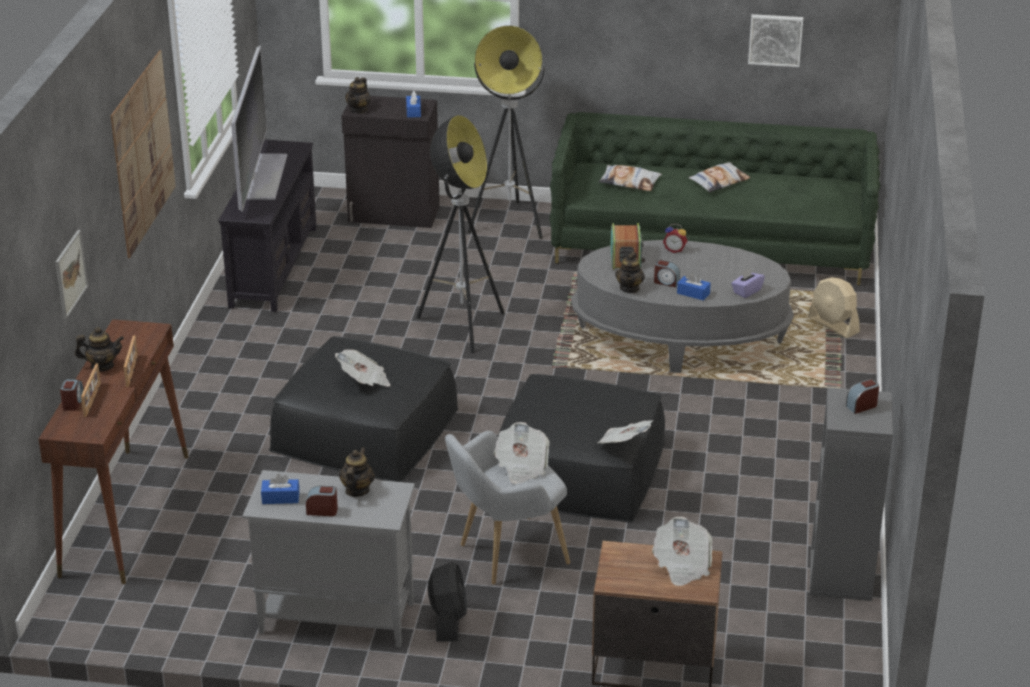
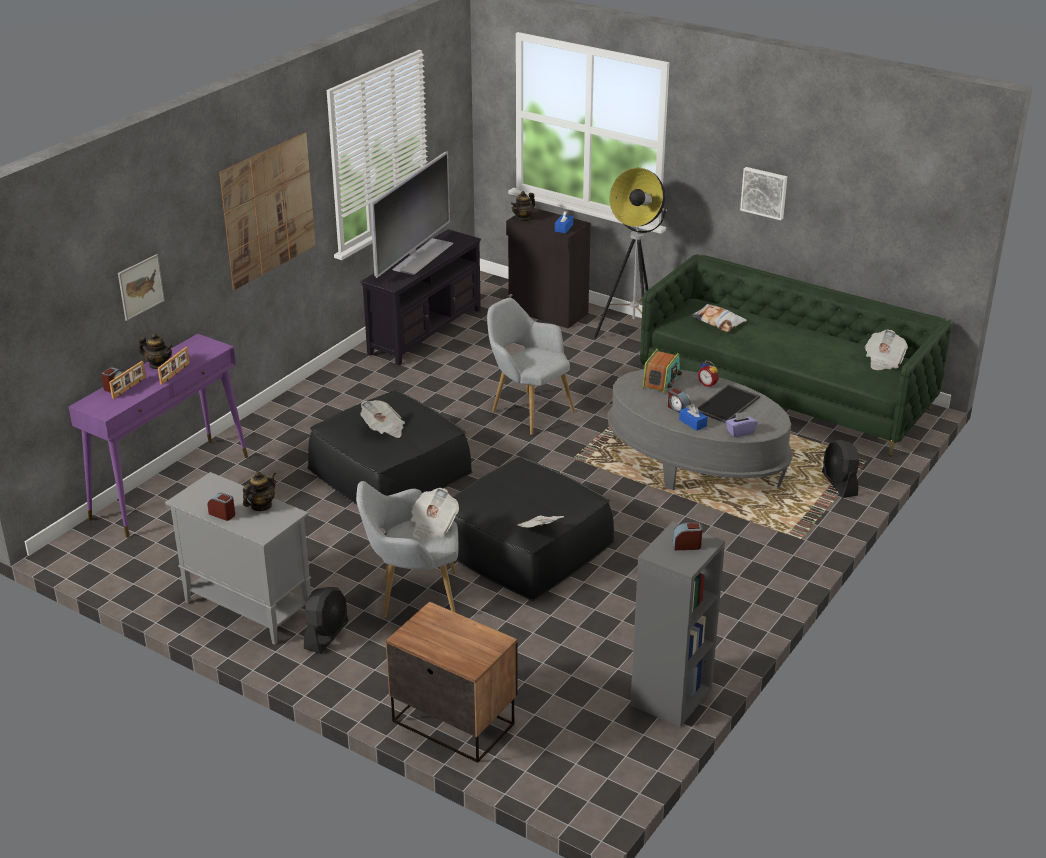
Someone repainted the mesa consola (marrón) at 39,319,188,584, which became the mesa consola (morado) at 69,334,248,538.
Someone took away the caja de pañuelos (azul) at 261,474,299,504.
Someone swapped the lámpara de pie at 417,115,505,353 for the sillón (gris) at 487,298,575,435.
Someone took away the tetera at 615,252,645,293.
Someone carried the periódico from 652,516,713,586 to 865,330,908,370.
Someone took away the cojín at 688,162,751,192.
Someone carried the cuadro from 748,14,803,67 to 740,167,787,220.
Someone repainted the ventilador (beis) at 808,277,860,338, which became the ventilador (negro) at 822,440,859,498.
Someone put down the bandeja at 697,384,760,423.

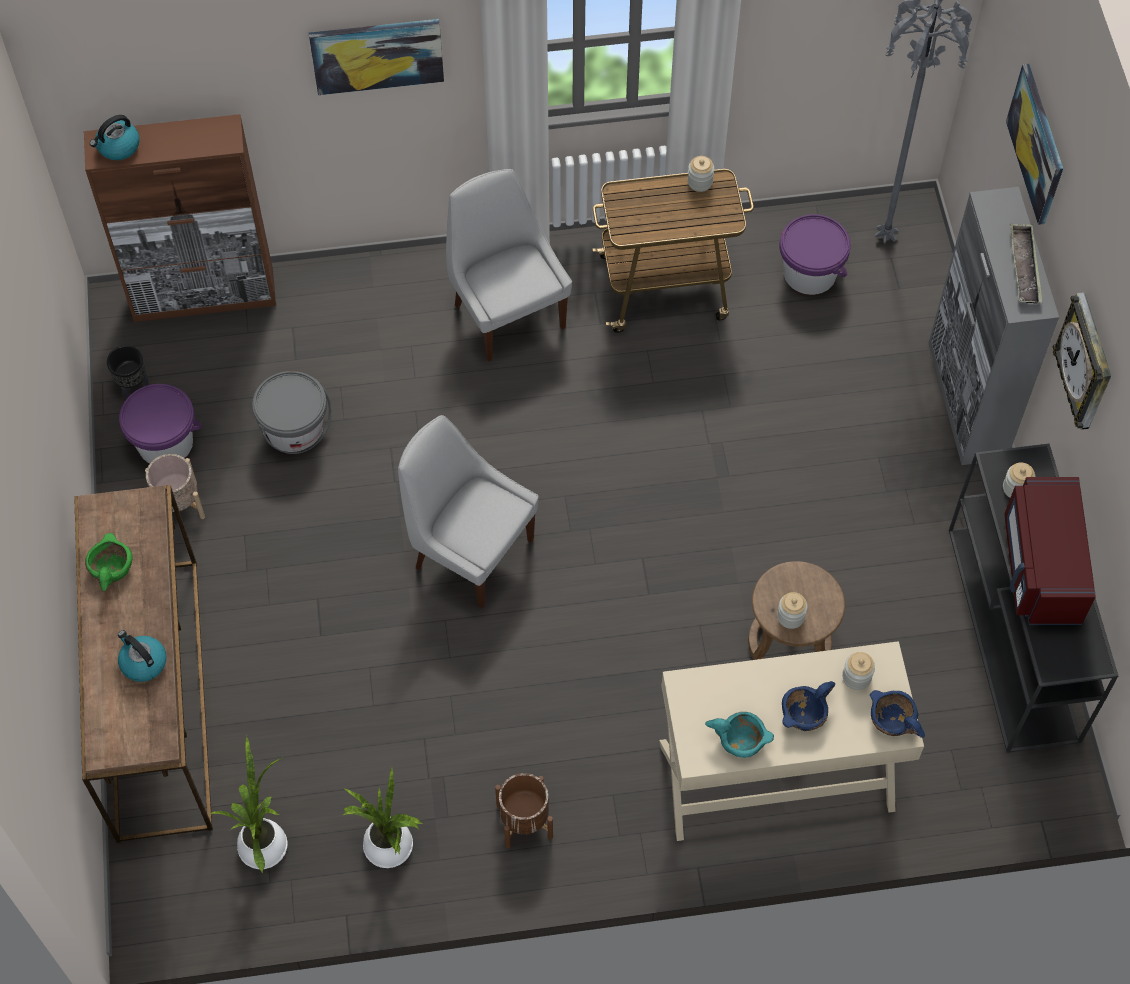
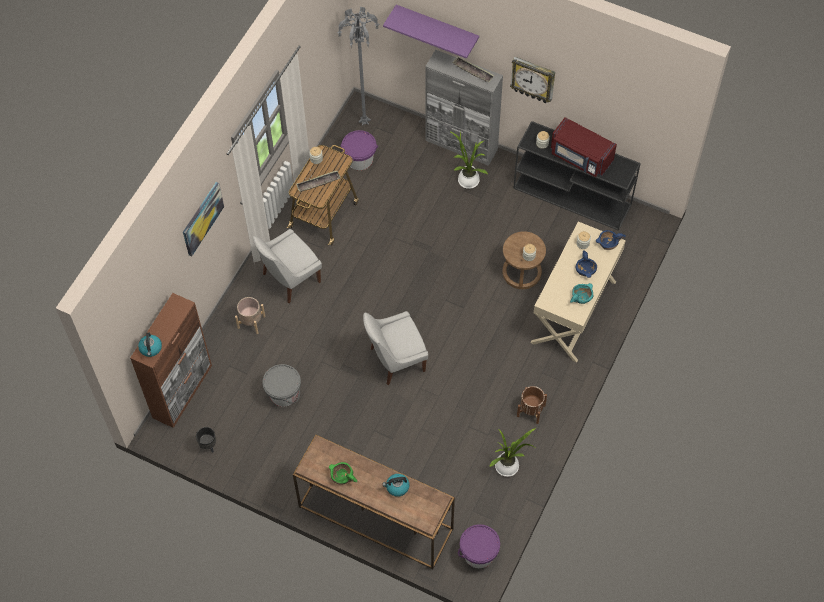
Someone carried the cubo (morado) from 119,384,202,463 to 458,524,500,568.
Someone carried the maceta (beis) from 145,454,205,519 to 235,297,265,334.
Someone carried the planta en maceta from 208,736,288,874 to 451,132,488,189.
Someone rotated the silla (blanco) at 446,169,572,362 by 45 degrees counterclockwise.
Someone swapped the cuadro at 1006,64,1063,225 for the estante (morado) at 383,5,479,59.
Someone put down the bandeja at 296,171,341,192.

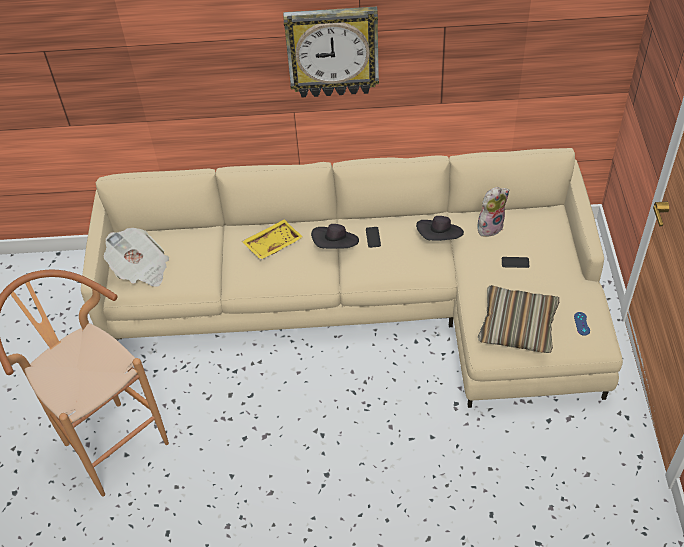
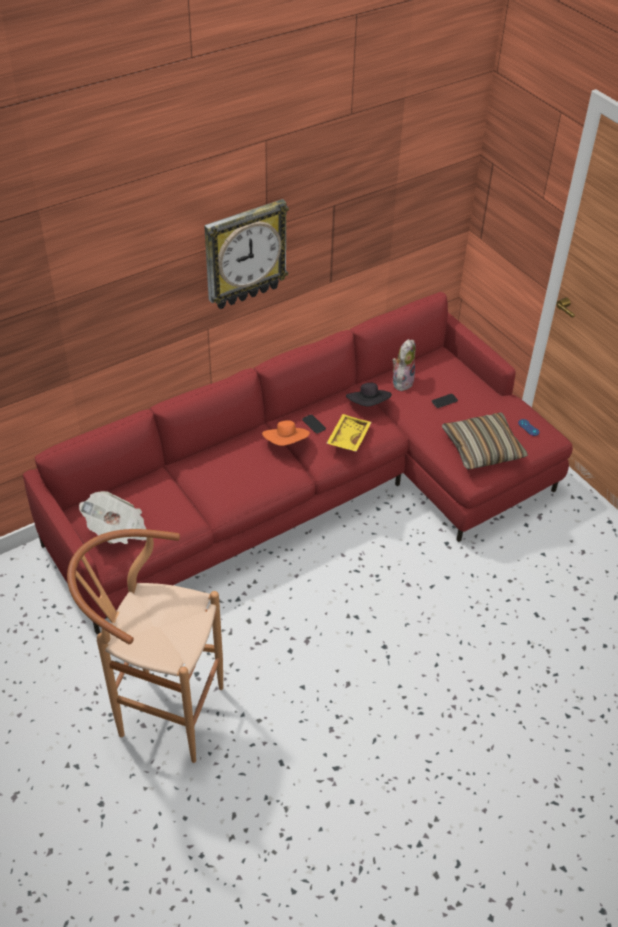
Someone repainted the sofá (beis) at 81,148,623,408, which became the sofá (rojo) at 23,292,573,634.
Someone carried the bandeja (amarillo) from 242,219,303,260 to 326,414,372,452.
Someone repainted the sombrero (negro) at 311,224,359,249, which became the sombrero (naranja) at 262,420,310,446.

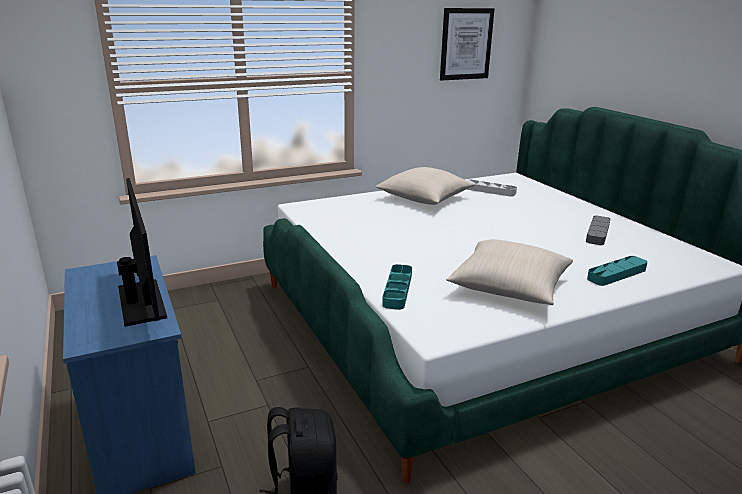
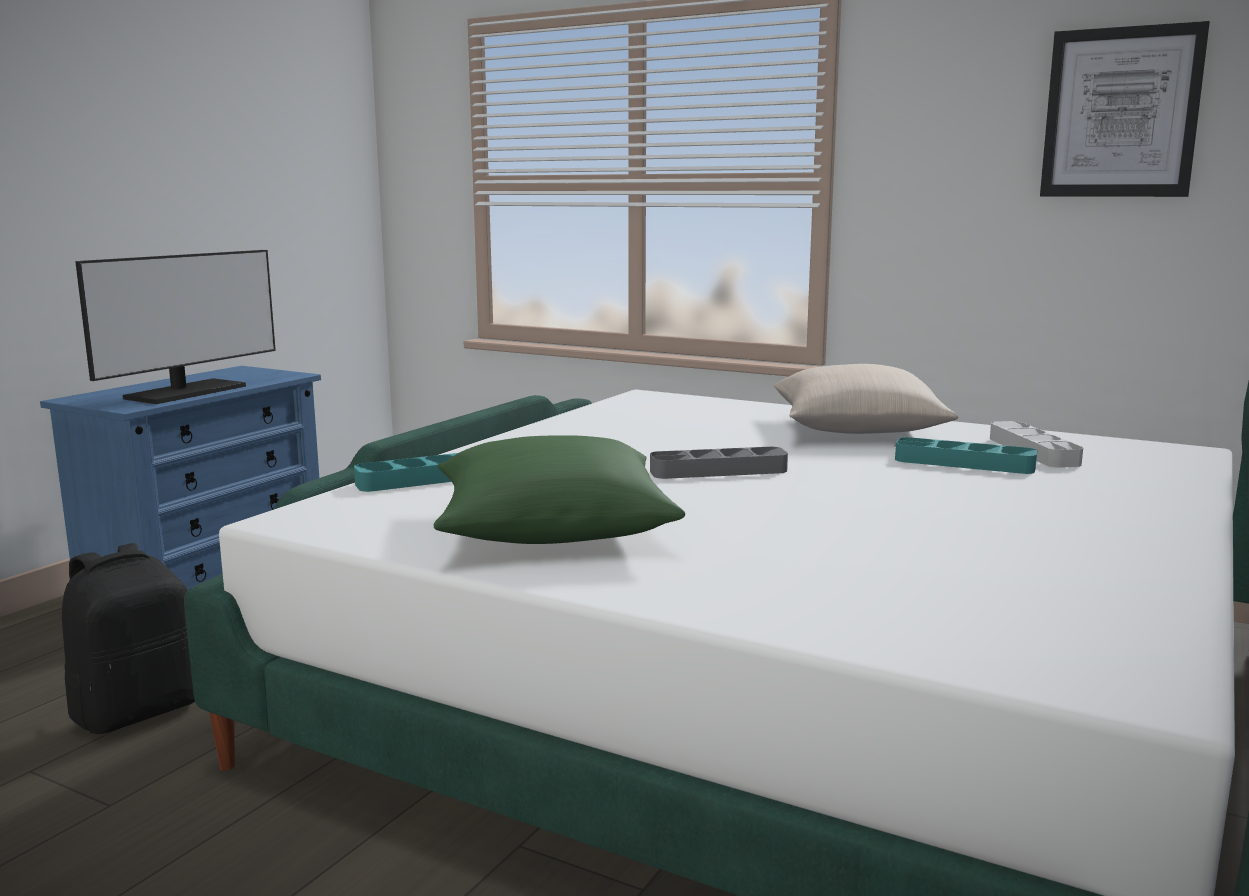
Someone repainted the cojín (beis) at 446,239,573,305, which became the cojín (verde) at 434,435,685,544.
Someone carried the bandeja (gris) from 586,216,610,245 to 650,447,788,479.
Someone carried the bandeja (turquesa) from 587,256,647,286 to 895,437,1037,474.

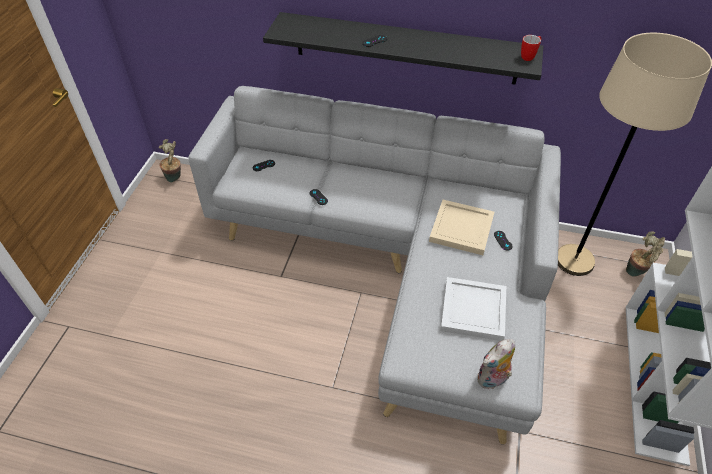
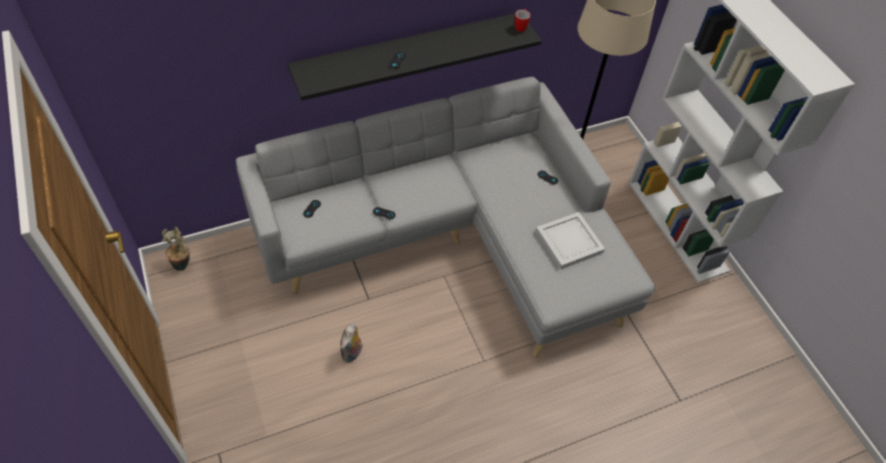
Someone took away the bandeja (beis) at 429,200,494,255.
Someone carried the peluche from 477,339,515,389 to 340,323,363,363.
Someone took away the planta en maceta at 626,231,665,277.

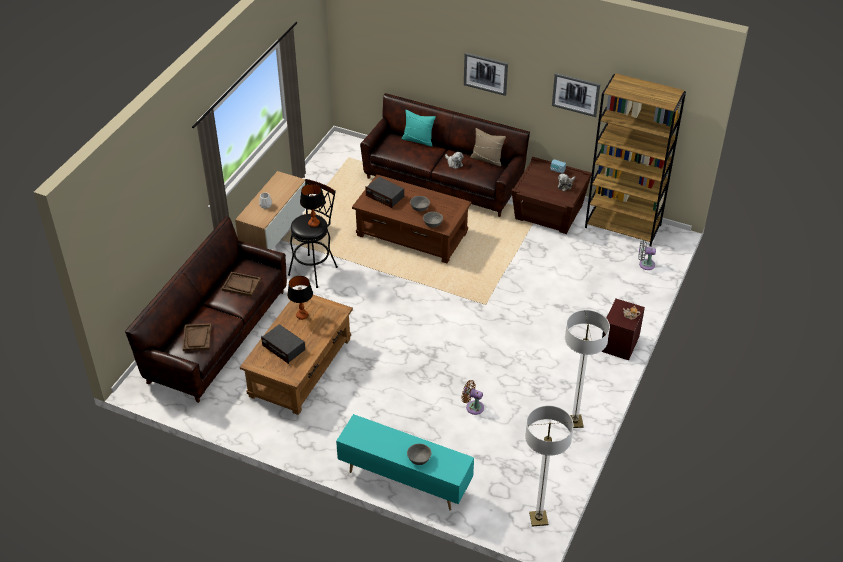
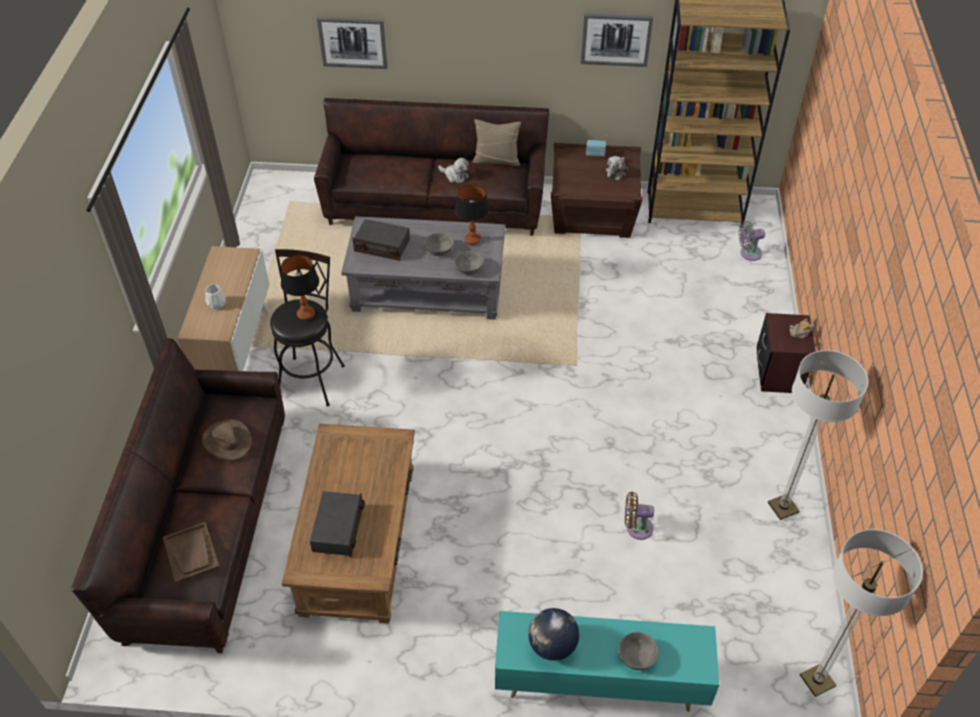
Someone swapped the bandeja (marrón) at 222,272,261,297 for the sombrero (marrón) at 202,419,252,460.
Someone rotated the radio at 261,324,305,364 by 105 degrees counterclockwise.
Someone carried the lámpara de mesa from 287,276,313,320 to 455,184,489,245.
Someone repainted the mesa de centro (marrón) at 352,175,471,263, which became the mesa de centro (gris) at 341,216,506,320.
Someone took away the cojín (turquesa) at 401,110,436,146.
Someone carried the cuadro from 464,52,508,96 to 317,17,387,69.
Someone put down the globo terráqueo at 528,608,579,661.

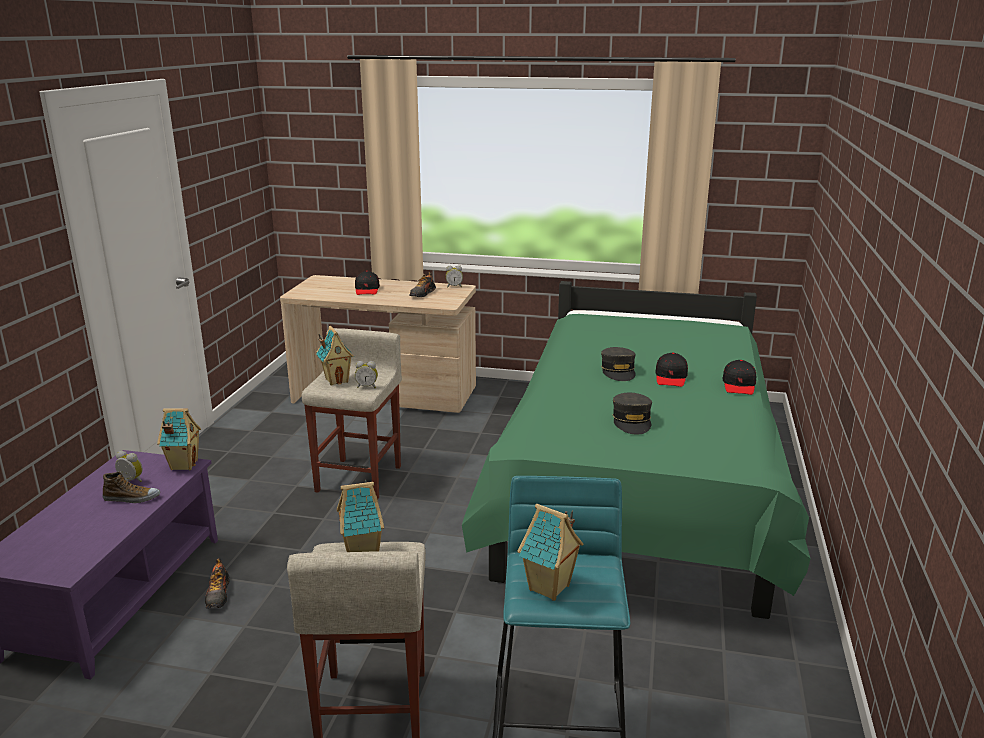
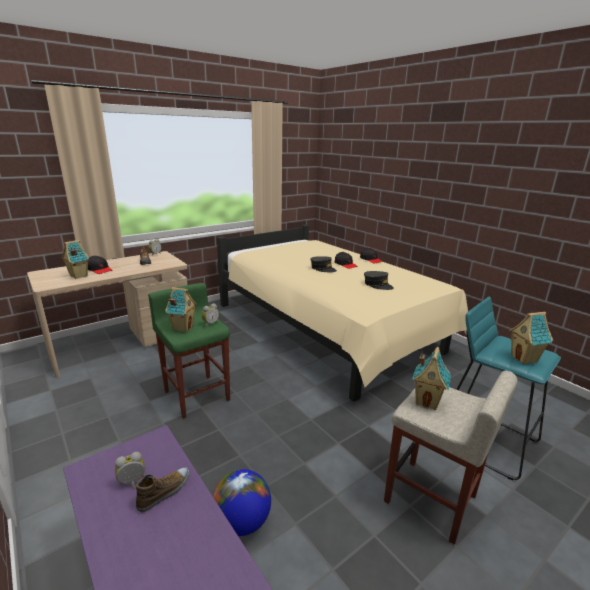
Someone carried the casita from 157,408,201,470 to 62,240,89,279.
Someone swapped the zapato at 205,558,230,609 for the globo terráqueo at 213,469,271,536.
Someone repainted the taburete (beis) at 302,328,402,499, which became the taburete (verde) at 148,283,230,419.
Someone repainted the cama (verde) at 462,281,810,619, which became the cama (beis) at 217,224,468,402.

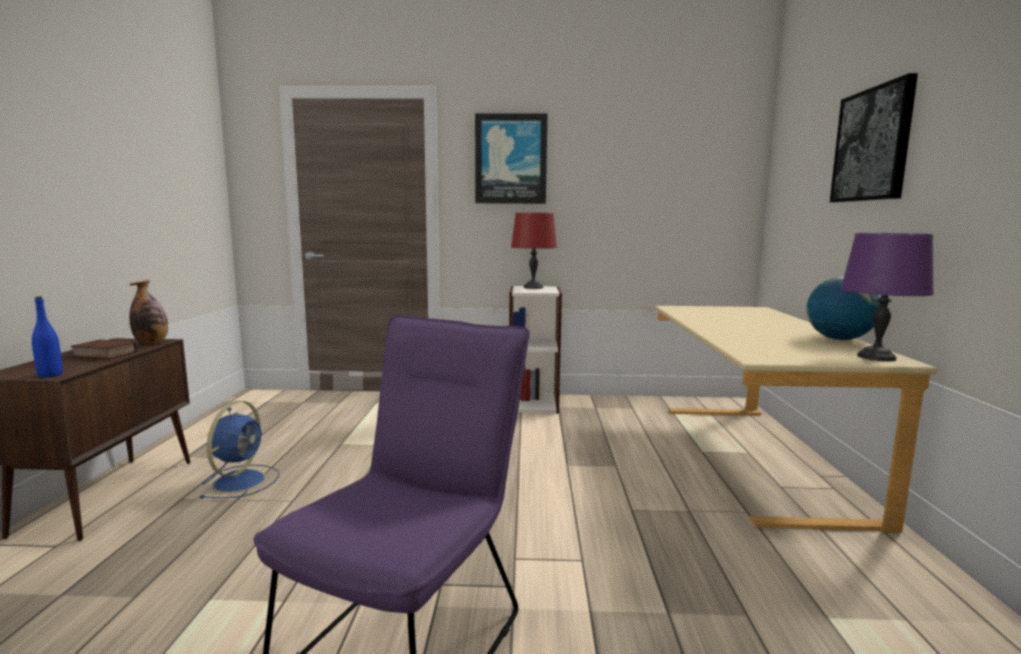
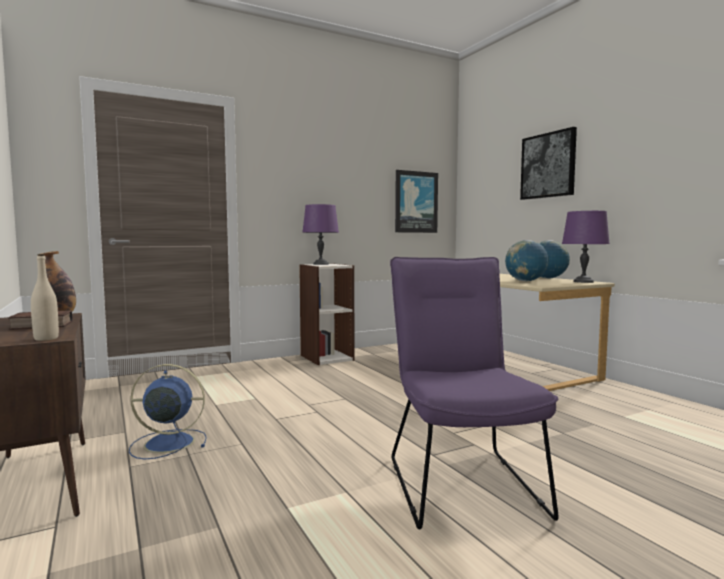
Someone repainted the botella (azul) at 32,296,63,378, which became the botella (beis) at 31,254,59,341.
Someone rotated the ventilador (azul) at 199,401,279,499 by 75 degrees counterclockwise.
Someone carried the cuadro from 475,113,548,204 to 395,170,438,233.
Someone repainted the lámpara de mesa (rojo) at 511,213,557,289, which became the lámpara de mesa (morado) at 302,204,339,265.
Someone put down the globo terráqueo at 505,240,549,281.

